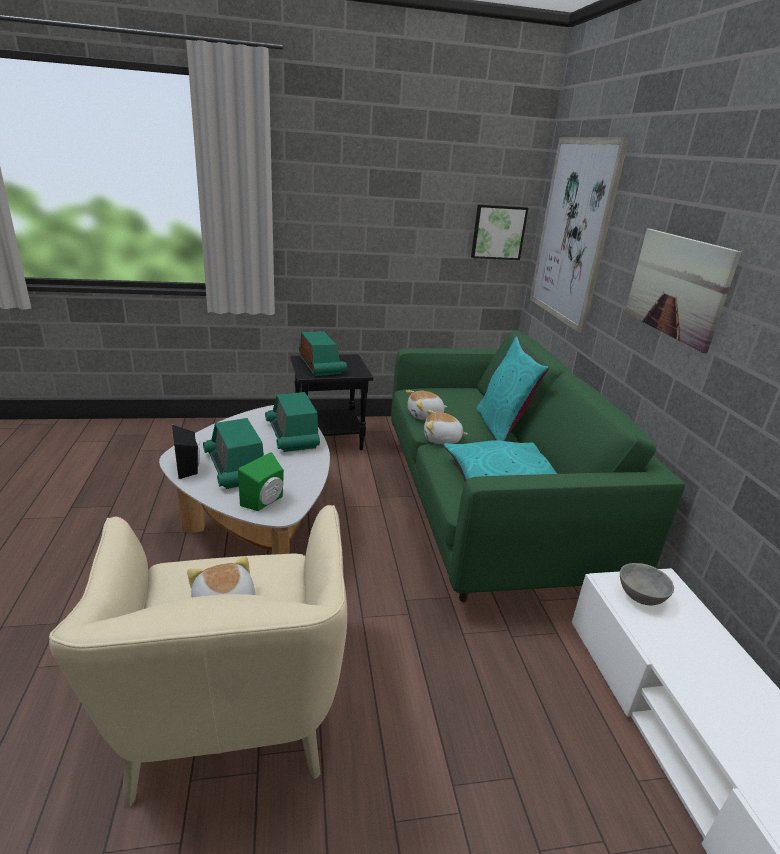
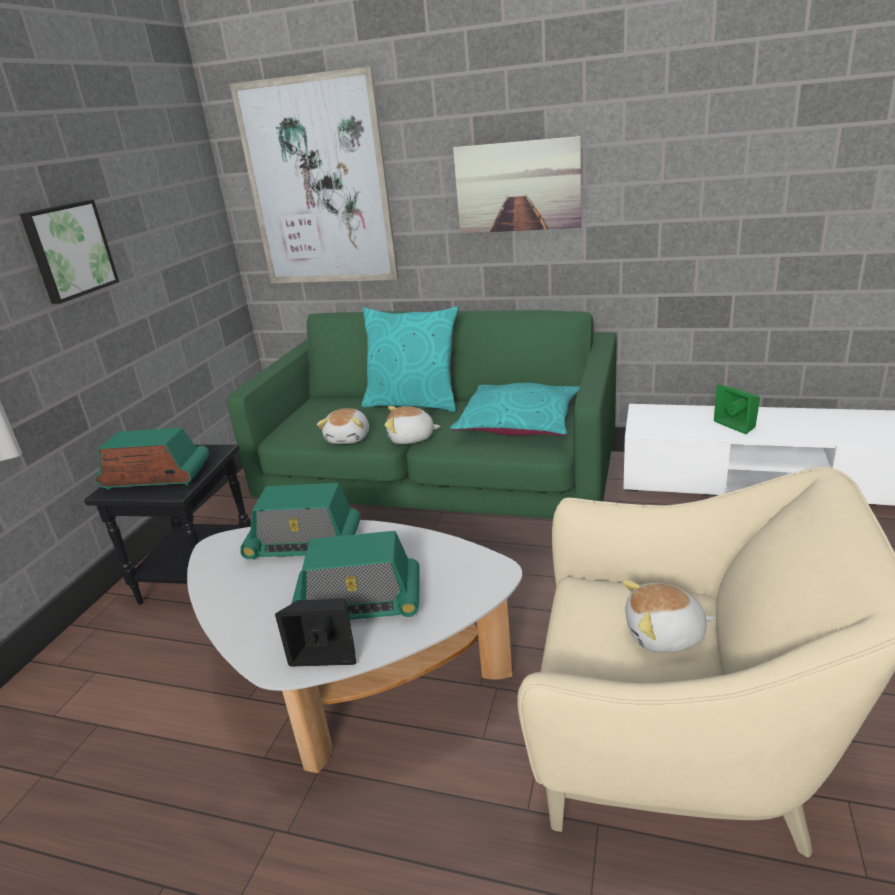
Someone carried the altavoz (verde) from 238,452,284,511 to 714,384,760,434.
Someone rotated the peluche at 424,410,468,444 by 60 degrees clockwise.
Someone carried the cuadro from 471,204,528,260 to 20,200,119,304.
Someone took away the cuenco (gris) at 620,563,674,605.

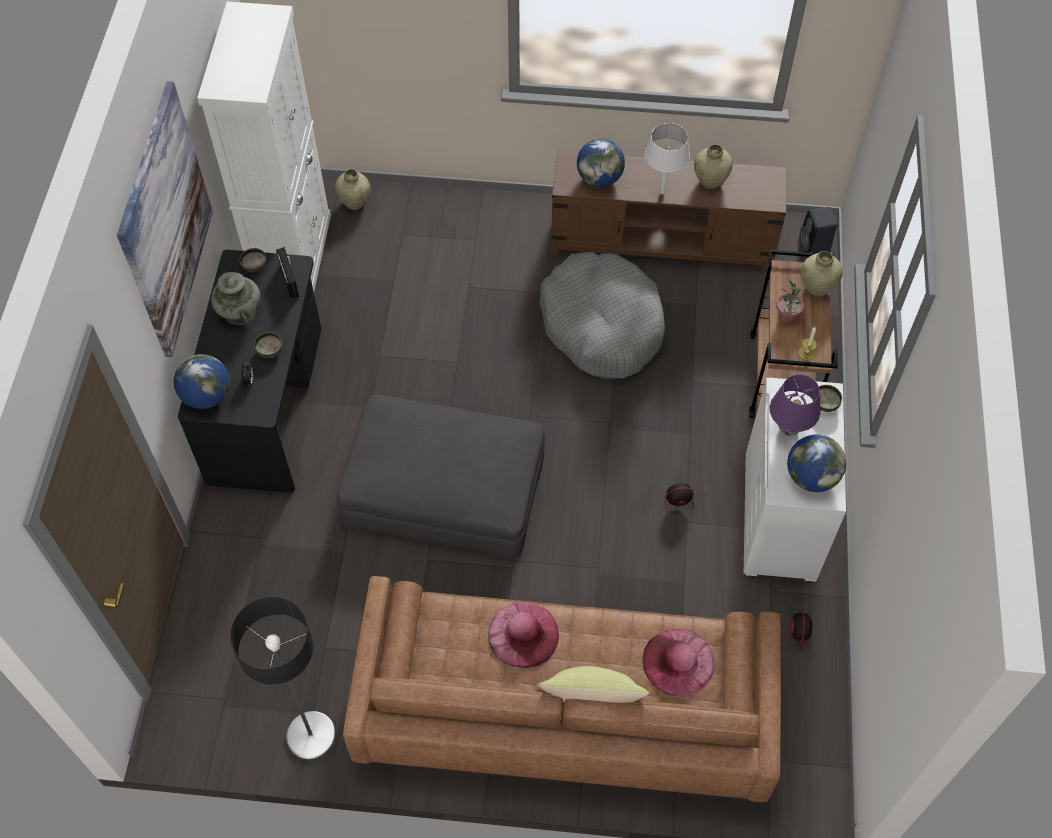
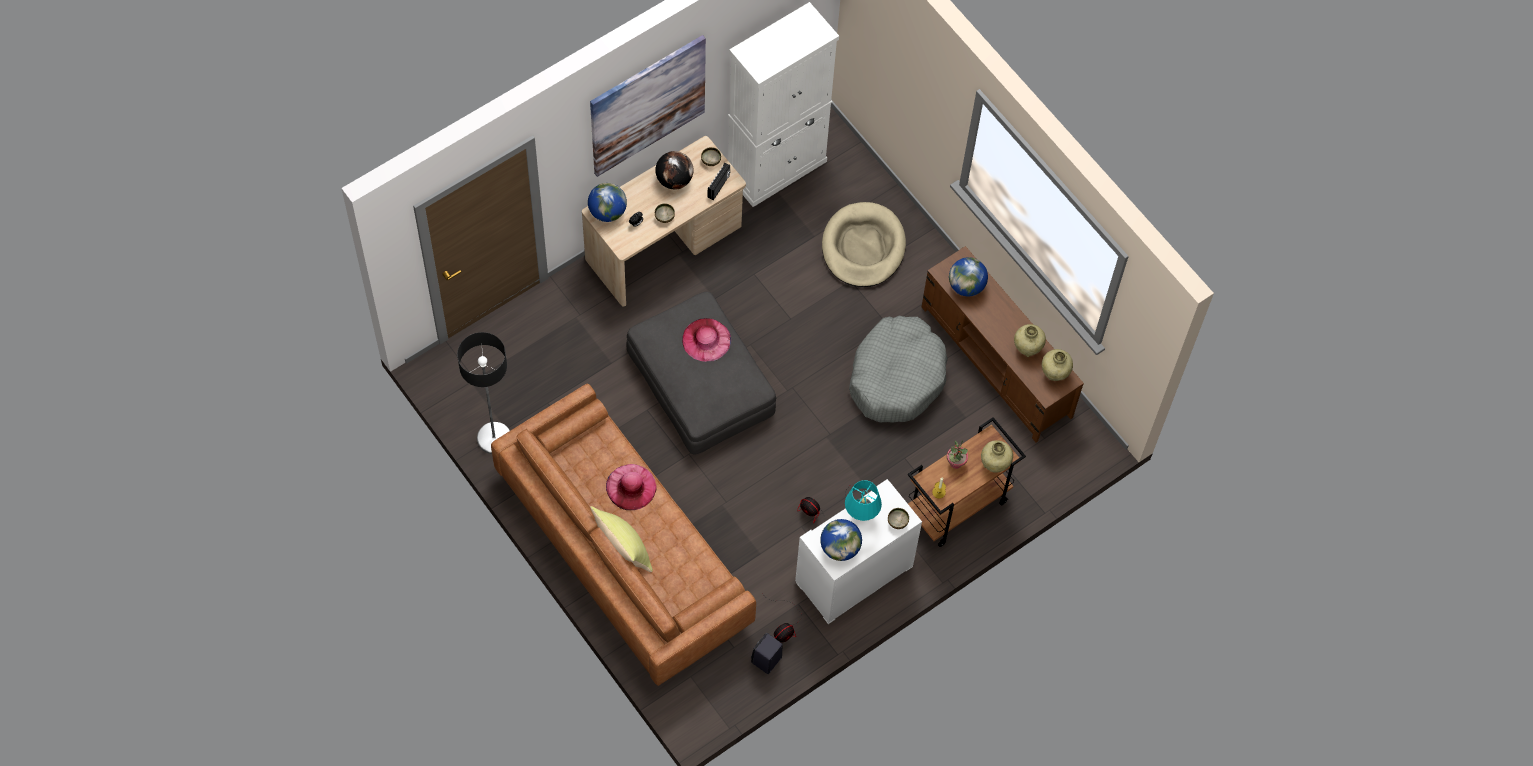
Someone repainted the escritorio (negro) at 178,250,322,493, which became the escritorio (beis) at 582,136,746,307.
Someone swapped the florero (turquesa) at 211,271,260,325 for the globo terráqueo at 655,151,694,190.
Someone carried the florero (beis) from 335,169,371,210 to 1042,349,1073,381.
Someone carried the sombrero (rosa) from 642,629,714,696 to 682,318,731,362.
Someone took away the lámpara de mesa (blanco) at 645,123,690,194.
Someone repainted the lámpara de mesa (morado) at 769,374,820,436, which became the lámpara de mesa (turquesa) at 845,480,882,521.
Someone carried the altavoz (negro) from 799,207,837,253 to 751,633,783,674.
Someone put down the cama para perro (beis) at 822,202,906,287.

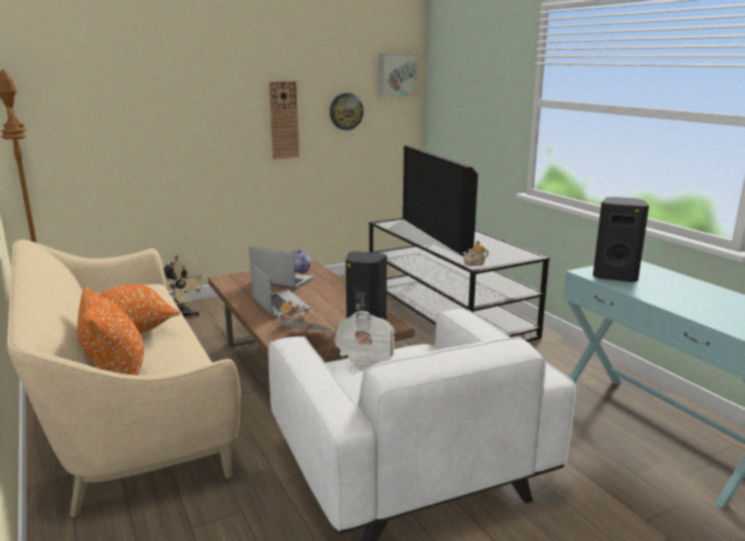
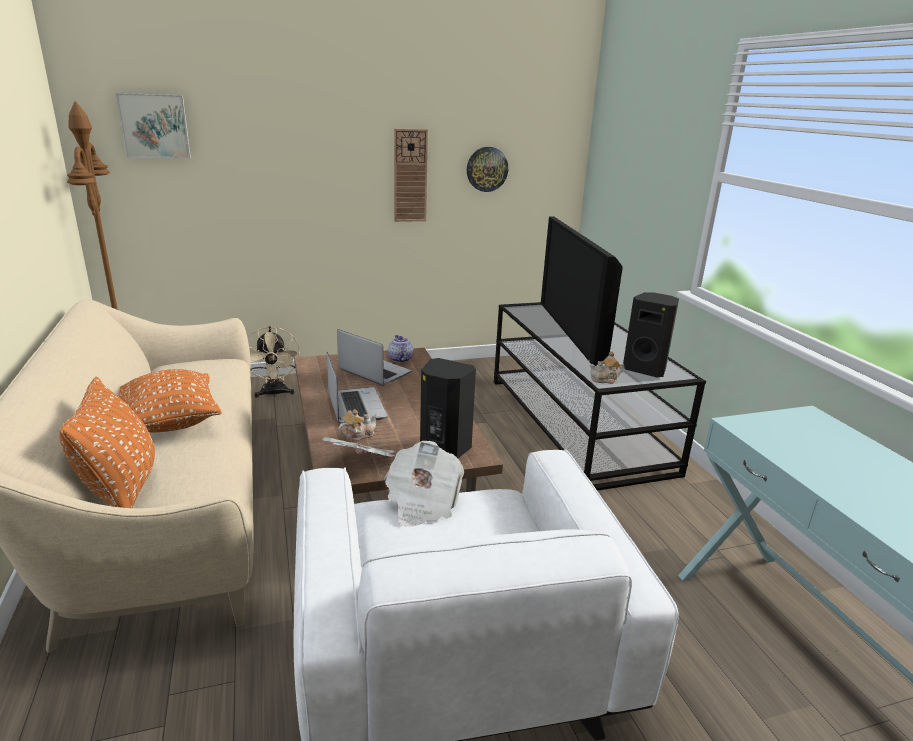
Someone carried the cuadro from 379,54,418,97 to 116,93,191,158.
Someone carried the altavoz (negro) from 593,197,649,282 to 623,292,679,377.

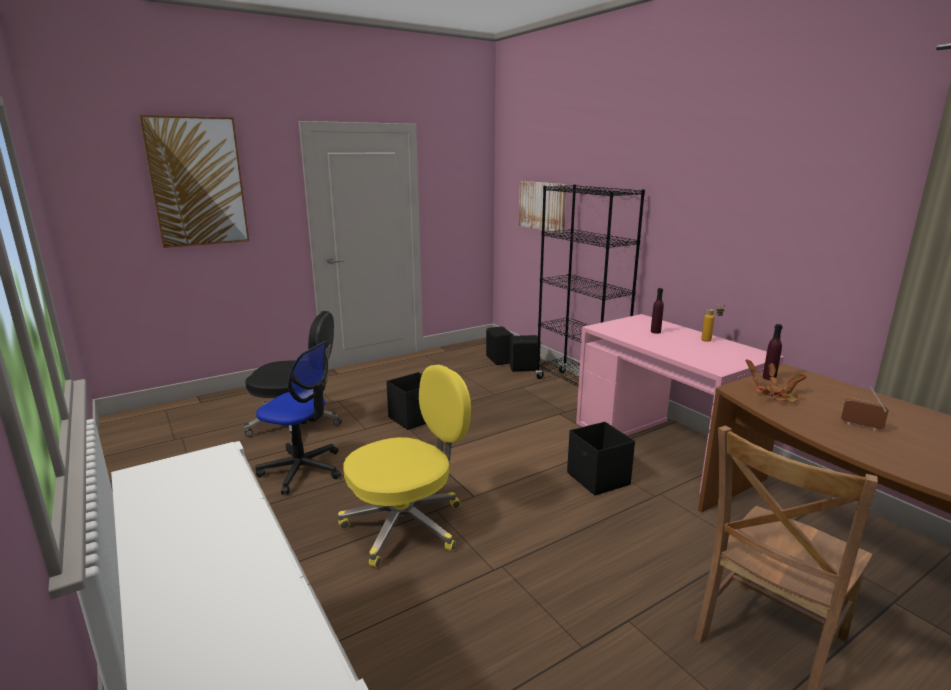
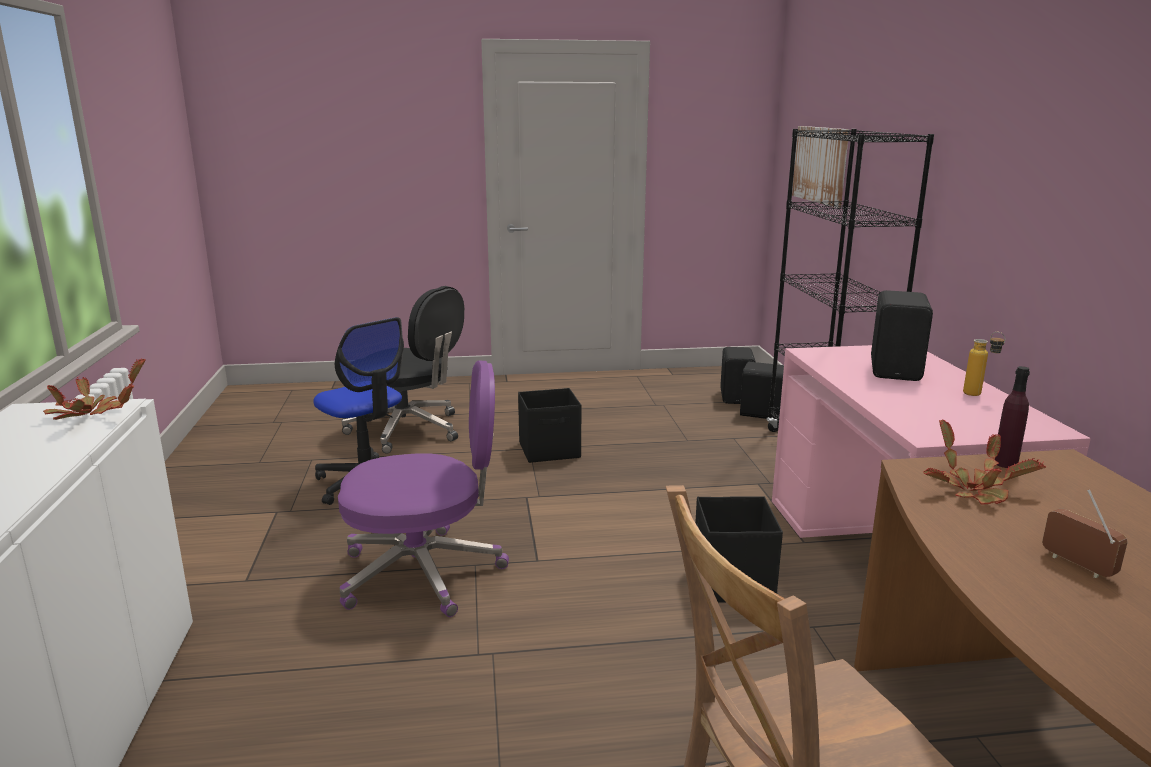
Someone took away the cuadro at 139,115,249,248.
Someone repainted the silla de oficina (amarillo) at 338,365,471,568, which became the silla de oficina (morado) at 338,360,509,617.
Someone swapped the botella (morado) at 651,288,664,334 for the altavoz (negro) at 871,290,933,381.
Someone put down the planta en maceta at 43,359,146,420.

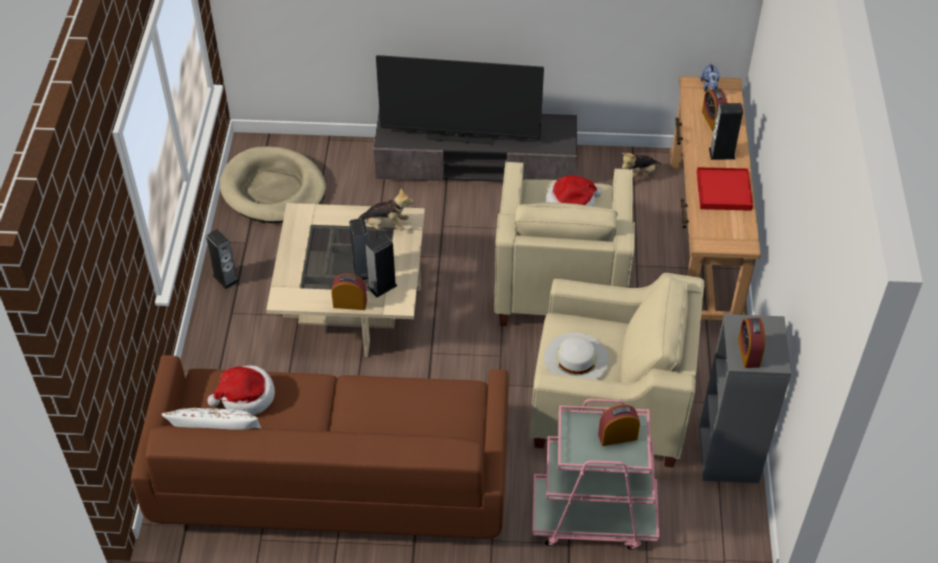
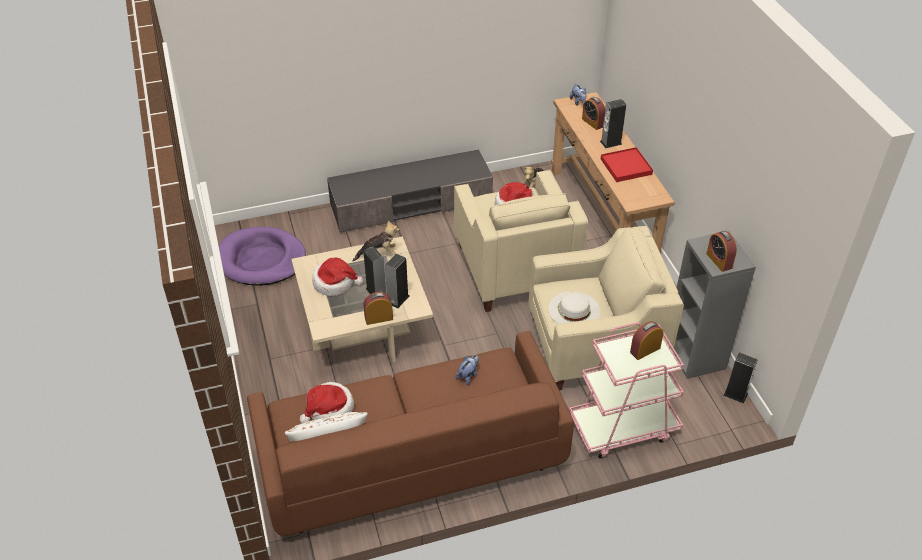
Someone carried the altavoz from 206,229,239,289 to 724,352,758,404.
Someone repainted the cama para perro (beis) at 220,146,326,223, which became the cama para perro (morado) at 219,227,306,286.
Someone took away the televisor at 376,55,544,144.
Someone put down the sombrero at 312,258,363,296.
Someone put down the peluche at 456,355,479,385.

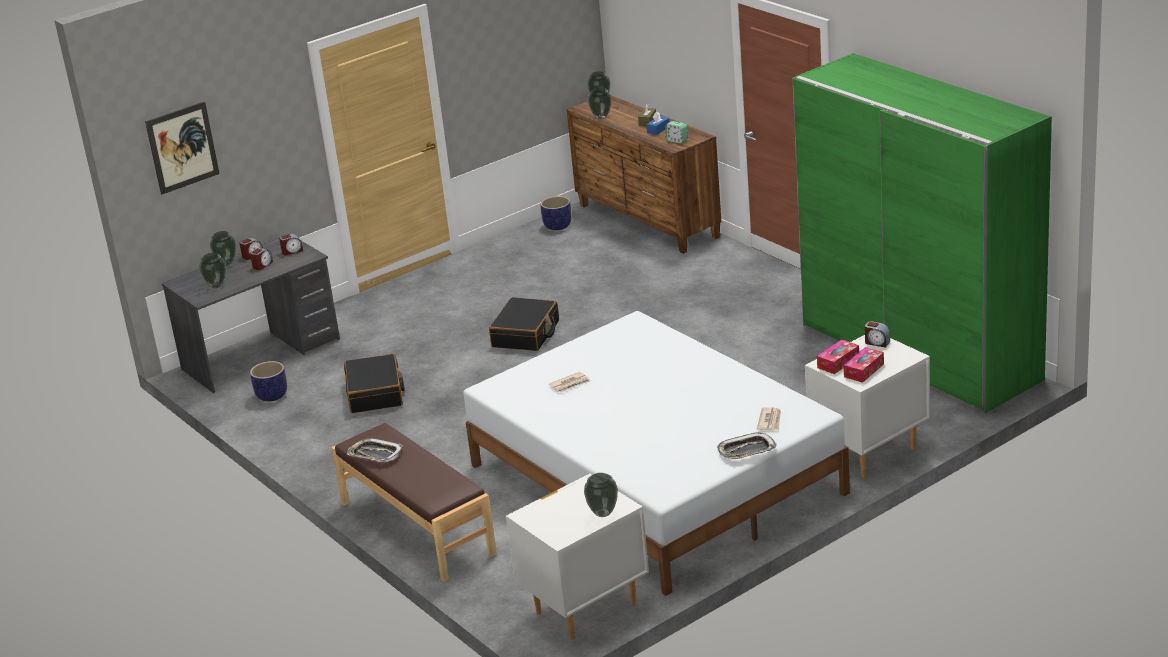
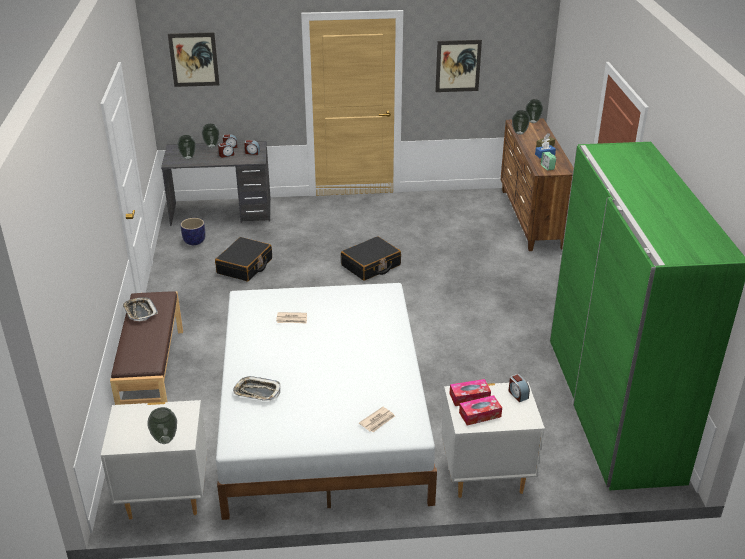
Someone took away the maceta at 540,196,571,231.
Someone carried the bandeja from 717,432,777,460 to 233,376,280,401.
Someone put up the cuadro at 435,40,482,92.

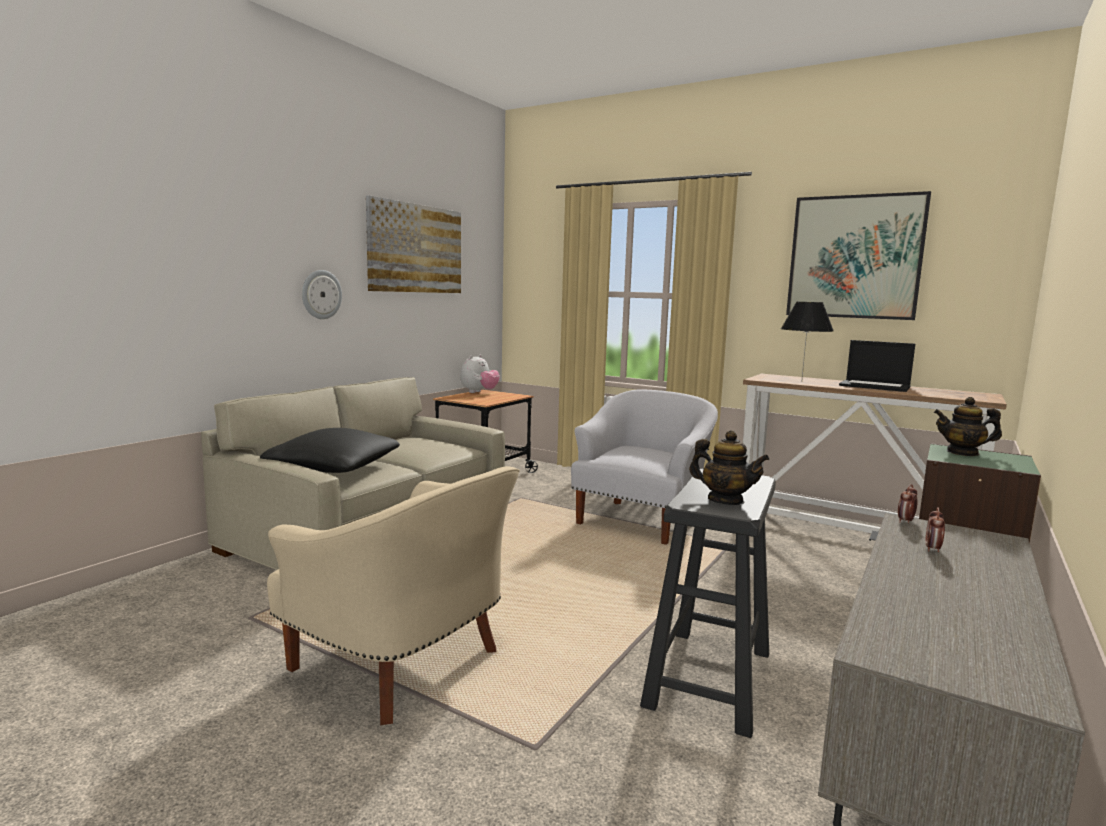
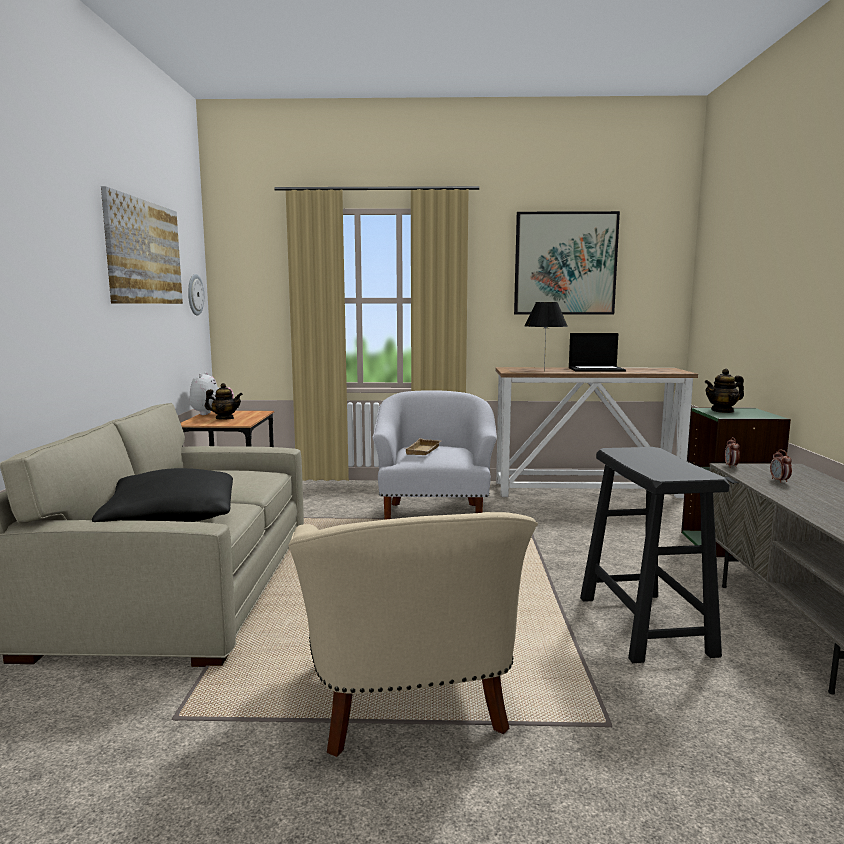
Someone rotated the sillón (beis) at 267,466,520,726 by 75 degrees clockwise.
Someone carried the reloj de pared from 302,270,342,319 to 188,274,204,316.
Someone carried the tetera from 689,430,769,505 to 205,383,243,419.
Someone put down the bandeja (beis) at 406,438,441,455.

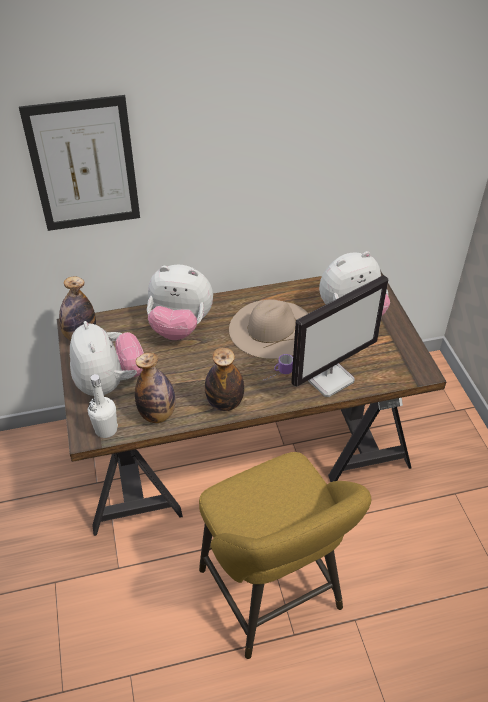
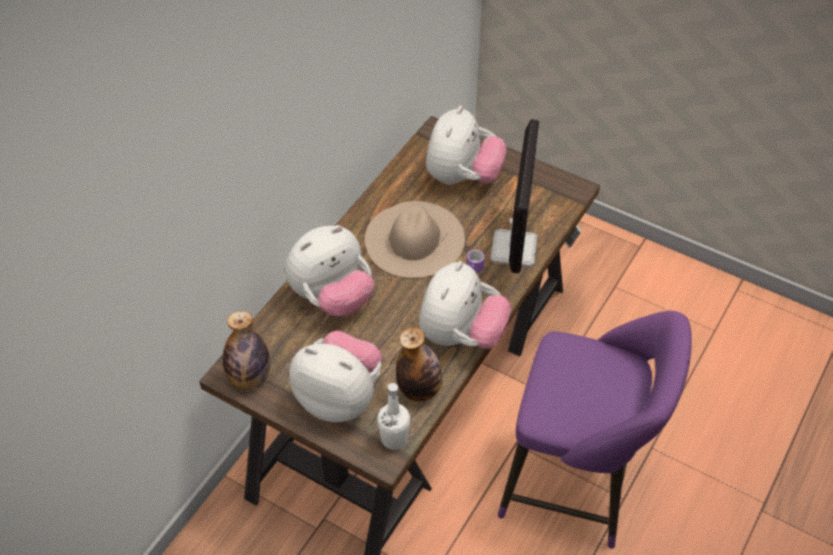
Someone took away the cuadro at 19,95,140,231.
Someone repainted the taburete (amarillo) at 199,452,371,659, which became the taburete (morado) at 498,311,692,549.
Someone swapped the botella at 205,347,244,411 for the peluche at 419,261,511,349.

